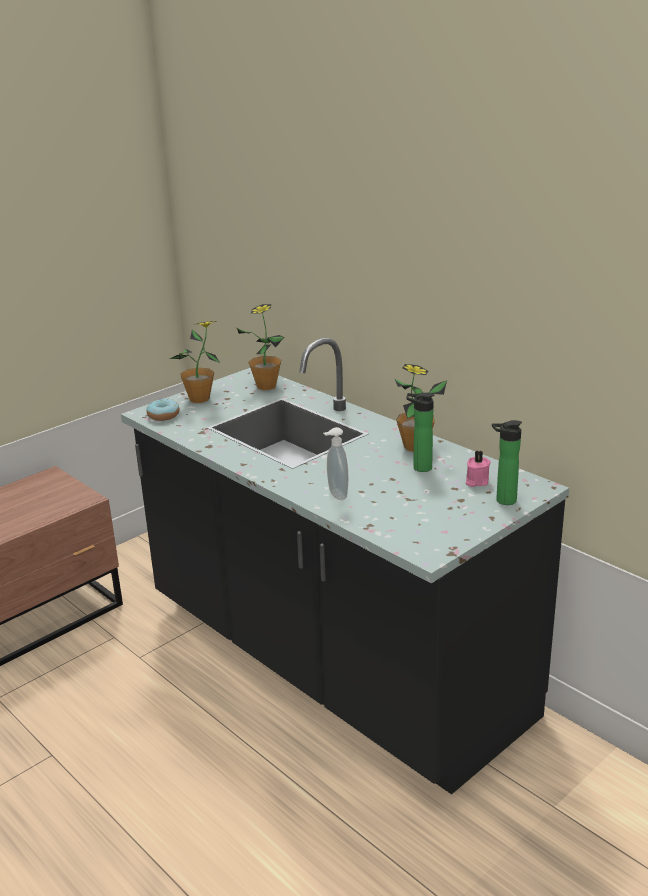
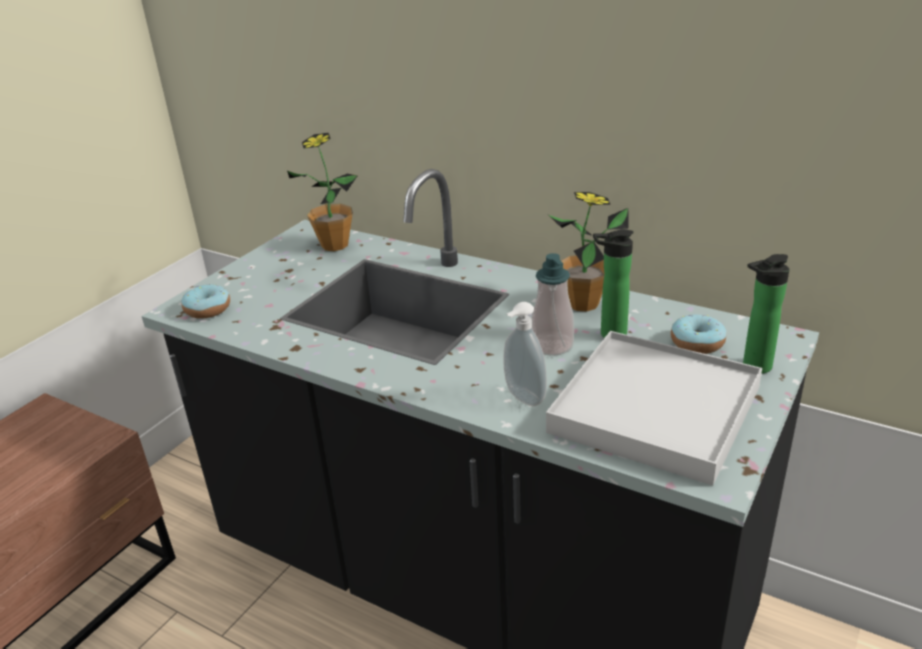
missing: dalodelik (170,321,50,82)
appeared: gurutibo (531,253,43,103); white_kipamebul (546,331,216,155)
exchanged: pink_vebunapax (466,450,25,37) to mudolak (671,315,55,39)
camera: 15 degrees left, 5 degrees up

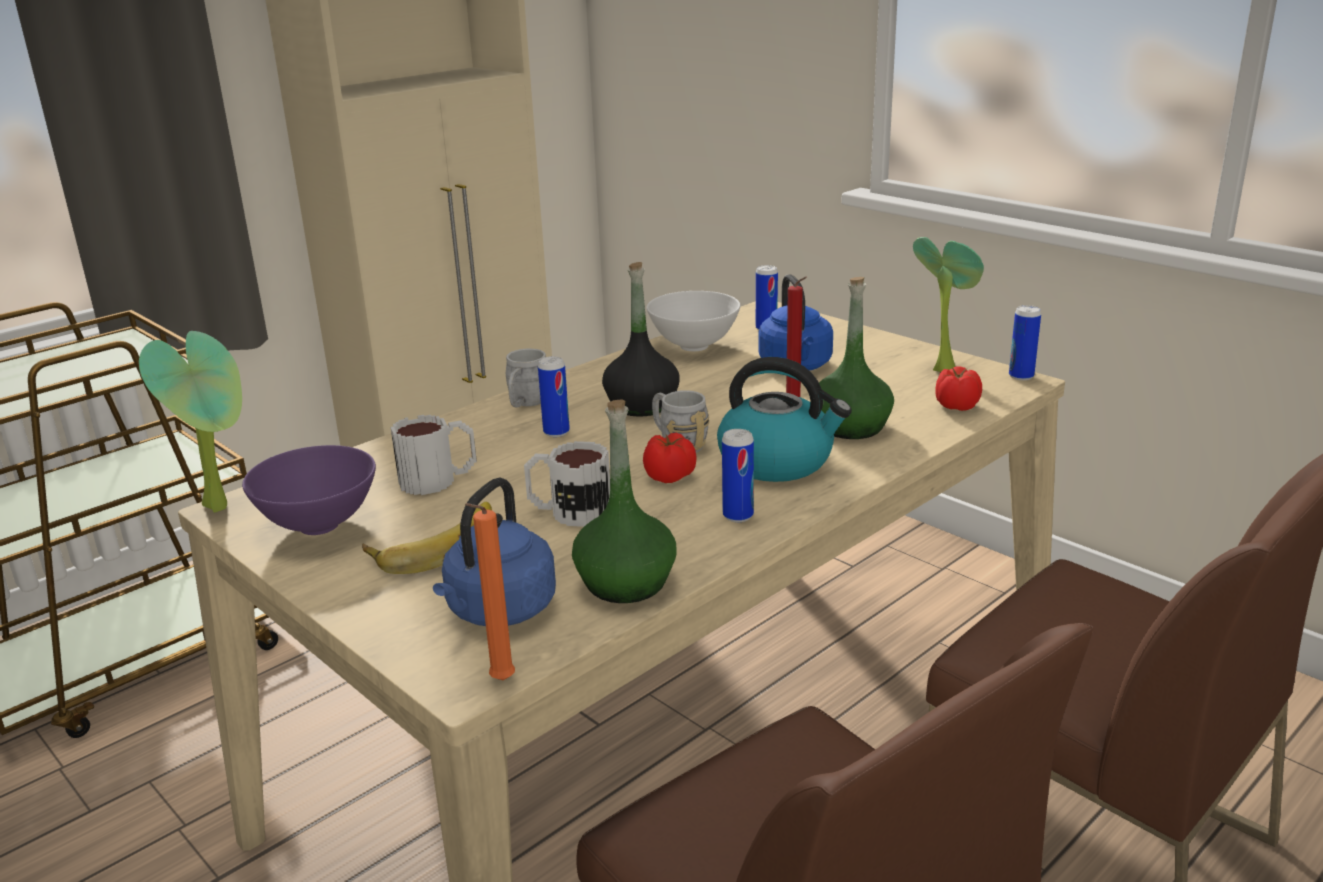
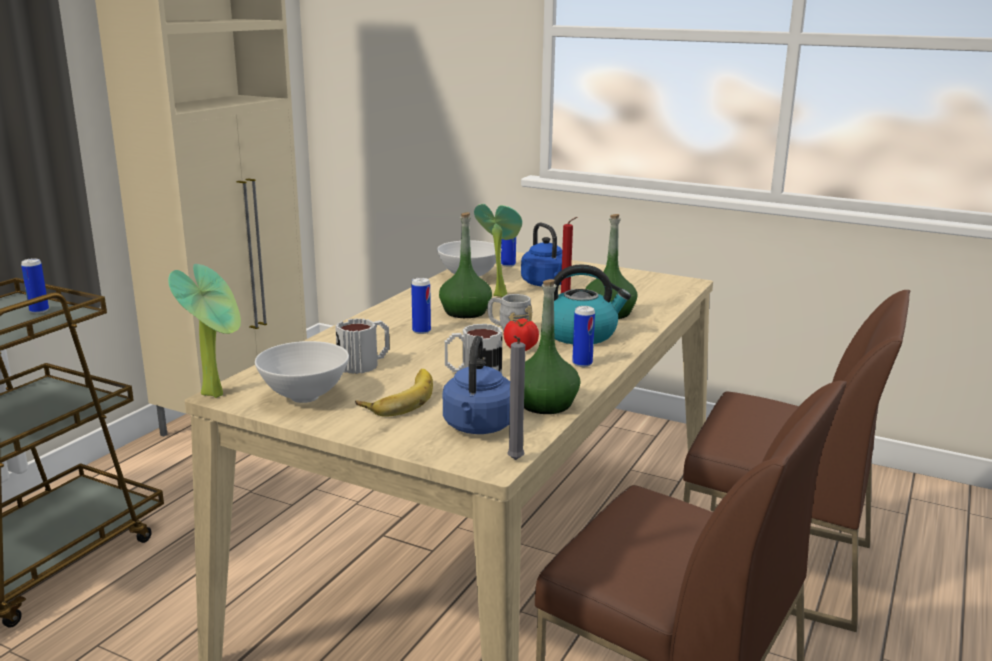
missing: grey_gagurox (506,348,40,60); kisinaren (935,366,47,45)
relocated: dalodelik (913,237,71,135) to (474,204,48,93); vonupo (1009,305,32,76) to (21,258,28,55)
colour: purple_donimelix (242,445,134,90) to white_donimelix (255,341,94,62); orange_vebunapax (465,503,50,177) to grey_vebunapax (507,335,18,125); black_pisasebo (602,262,78,154) to green_pisasebo (439,212,53,106)
camera: 20 degrees left, 5 degrees down

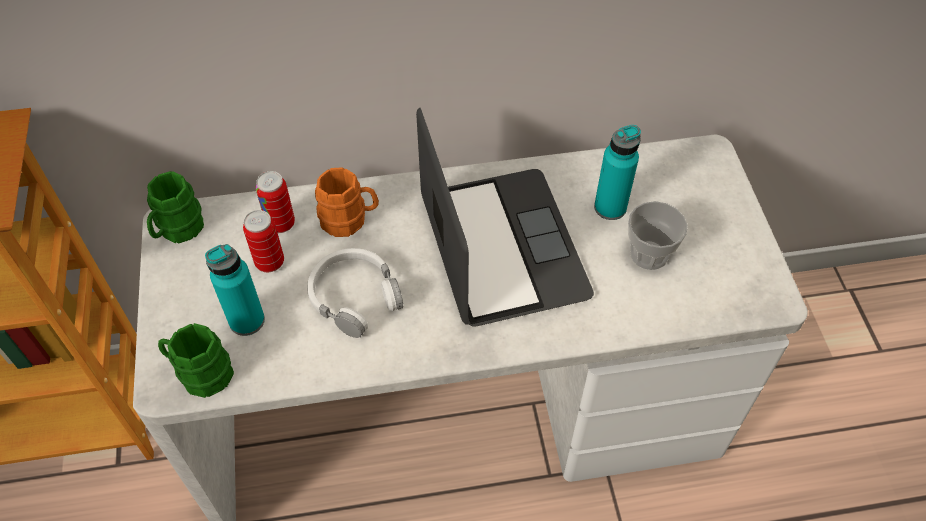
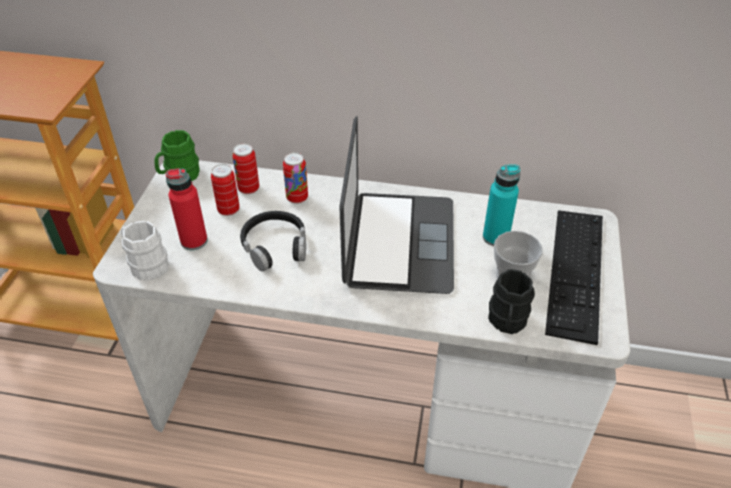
appeared: black_gagurox (488,269,47,65); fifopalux (545,210,58,135)
exchanged: orange_gagurox (315,167,64,70) to vonupo (283,152,25,52)
colour: green_gagurox (158,323,76,75) to white_gagurox (121,221,47,60); turquoise_pisasebo (205,244,60,92) to red_pisasebo (166,168,42,82); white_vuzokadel (307,248,96,90) to black_vuzokadel (240,211,66,61)
camera: 20 degrees right, 10 degrees down

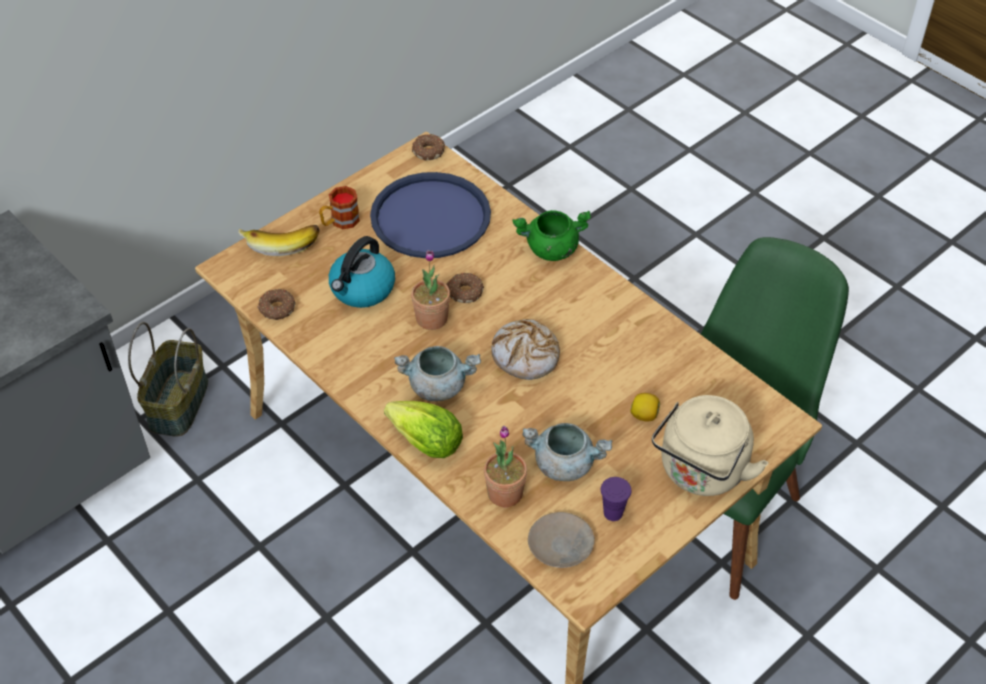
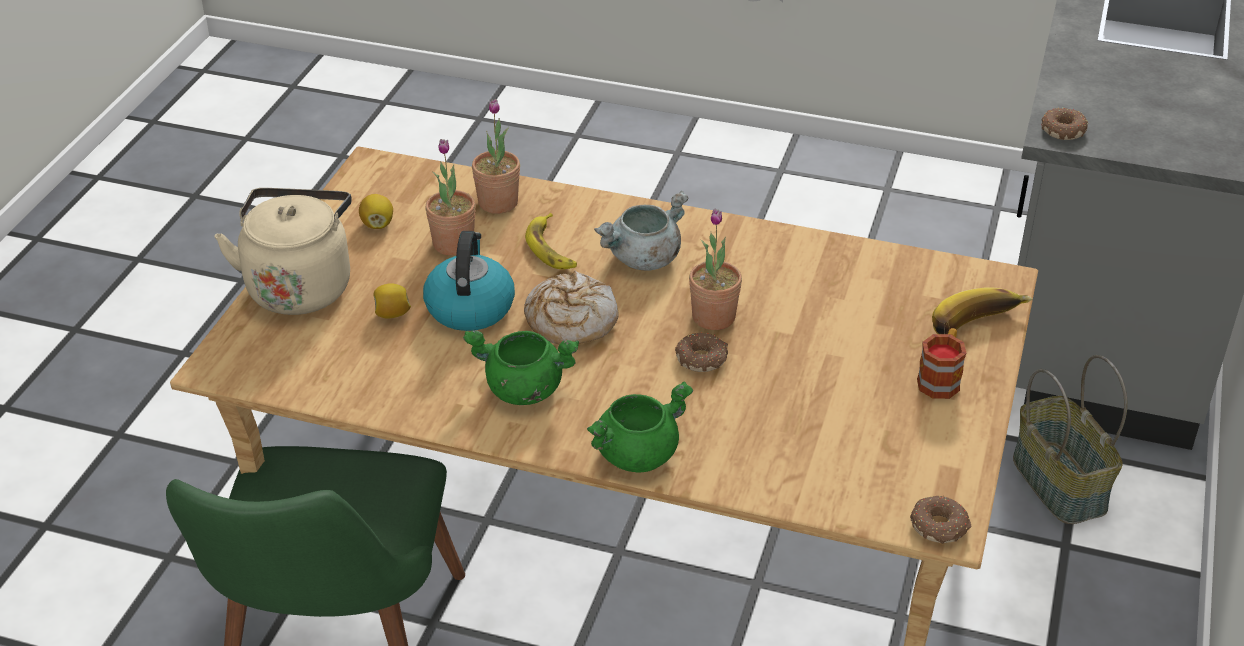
missing: blue_kipamebul (370,172,121,86); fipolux (384,401,79,57); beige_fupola (528,512,67,56)
appeared: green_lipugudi (463,330,116,75); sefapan (525,213,52,56)
relocated: mudolak (257,289,39,31) to (1042,108,46,32); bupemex (329,236,66,72) to (423,231,92,100)
exchanged: grey_lipugudi (522,423,90,58) to dalodelik (425,139,51,117); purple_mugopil (601,477,30,44) to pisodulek (359,194,34,35)
camera: 150 degrees right, 10 degrees down

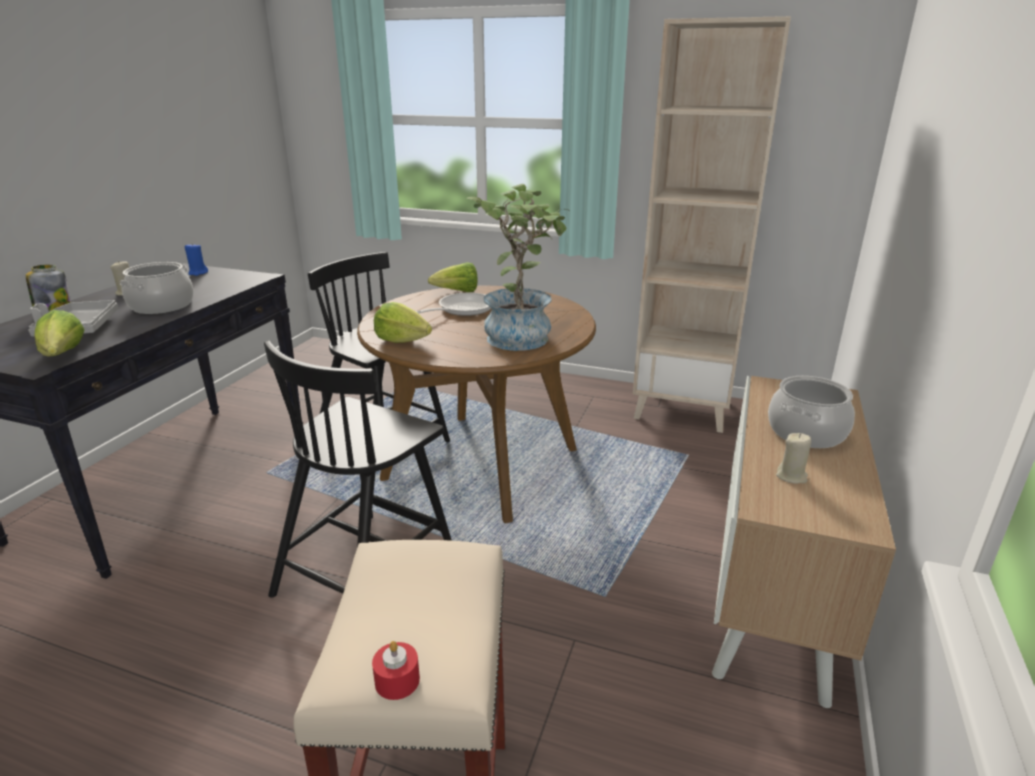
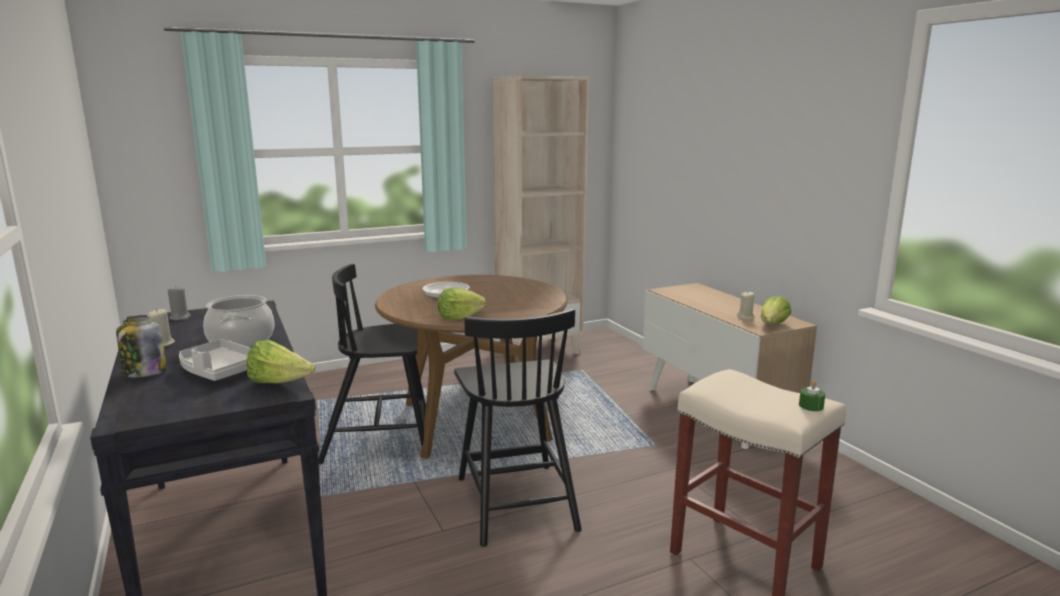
missing: dalodelik (467,184,103,167); lipugudi (768,376,87,72)
relocated: fipolux (428,262,50,30) to (761,296,30,27)
colour: blue_vebunapax (185,244,23,32) to grey_vebunapax (168,287,23,34); red_vebunapax (372,641,48,59) to green_vebunapax (799,380,26,31)
camera: 45 degrees left, 10 degrees down

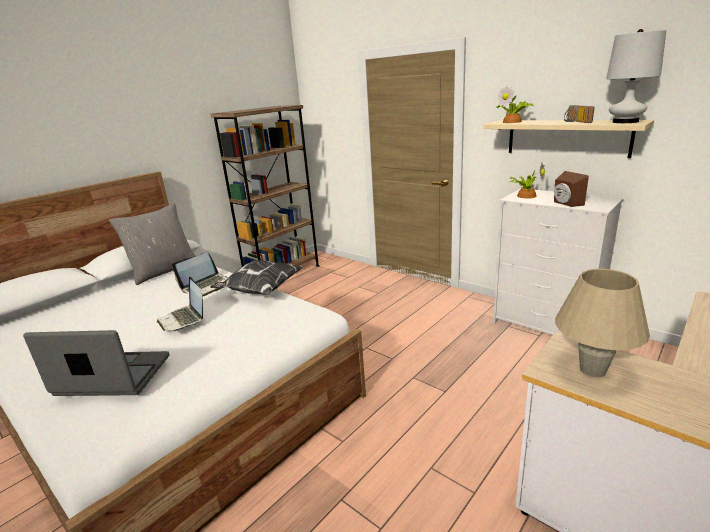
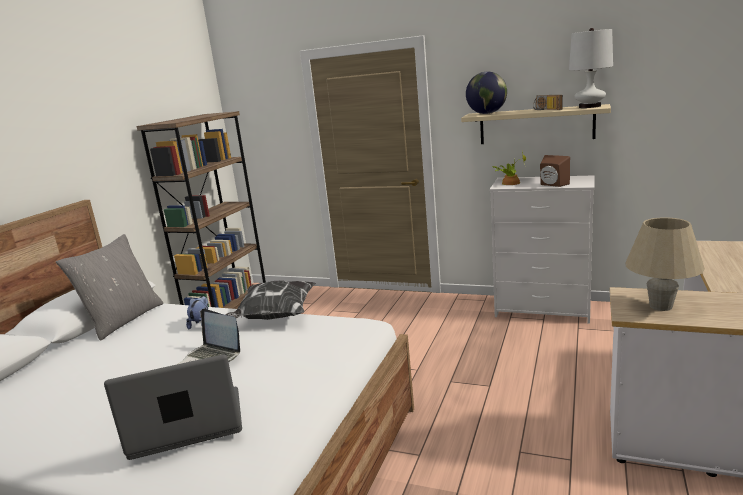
exchanged: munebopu (172,253,56,44) to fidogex (186,296,22,34); dalodelik (496,86,38,37) to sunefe (466,72,41,42)
camera: 20 degrees left, 5 degrees down

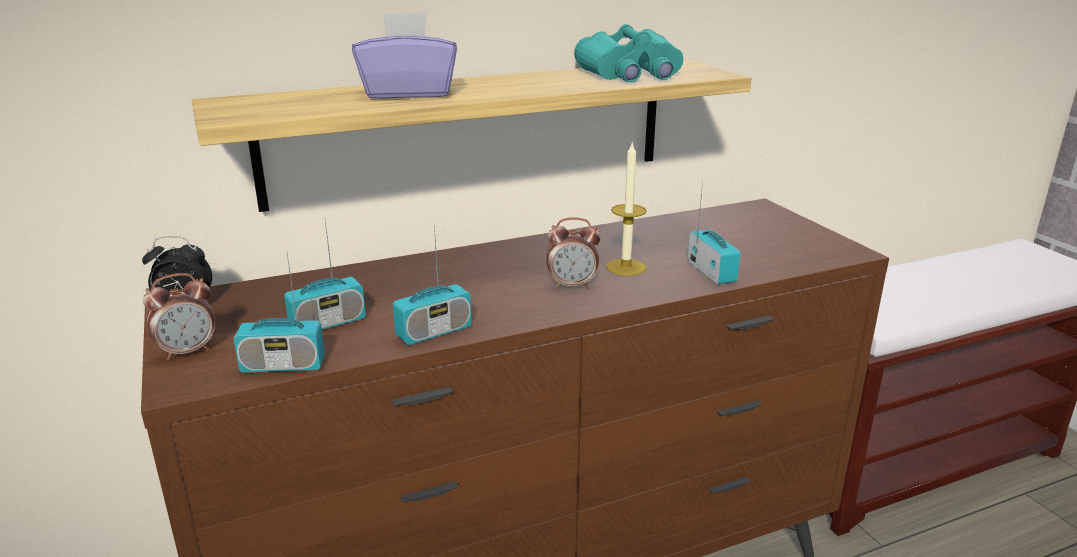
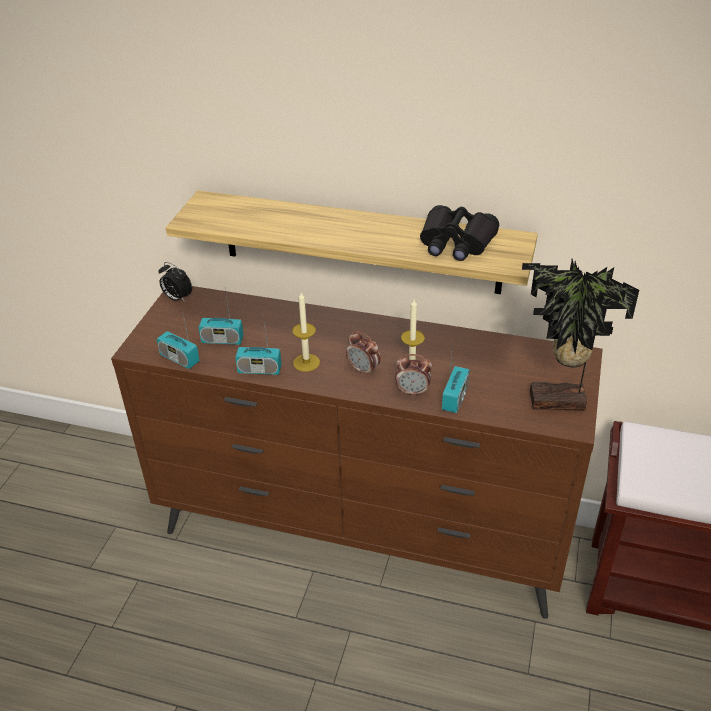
missing: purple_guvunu (352,12,105,87)
appeared: vebunapax (292,292,28,80); dalodelik (522,259,117,151)
relocated: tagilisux (143,273,72,87) to (395,354,37,42)
colour: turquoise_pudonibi (574,24,109,58) to black_pudonibi (420,205,79,56)
camera: 40 degrees right, 15 degrees up

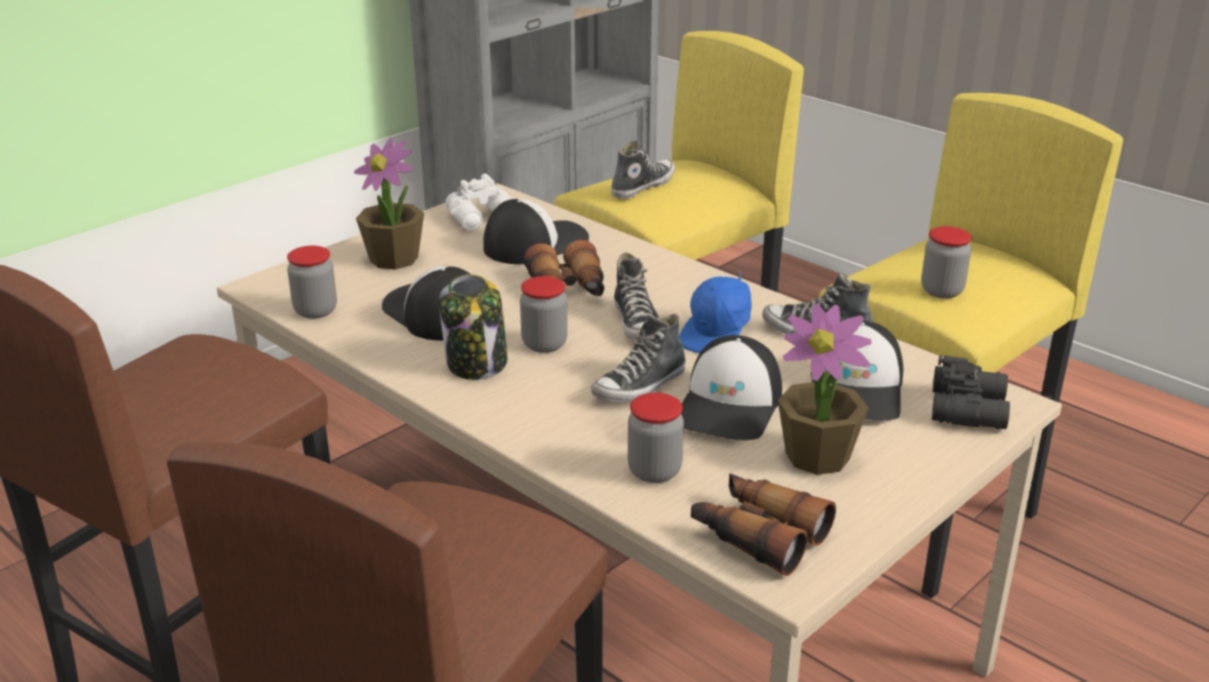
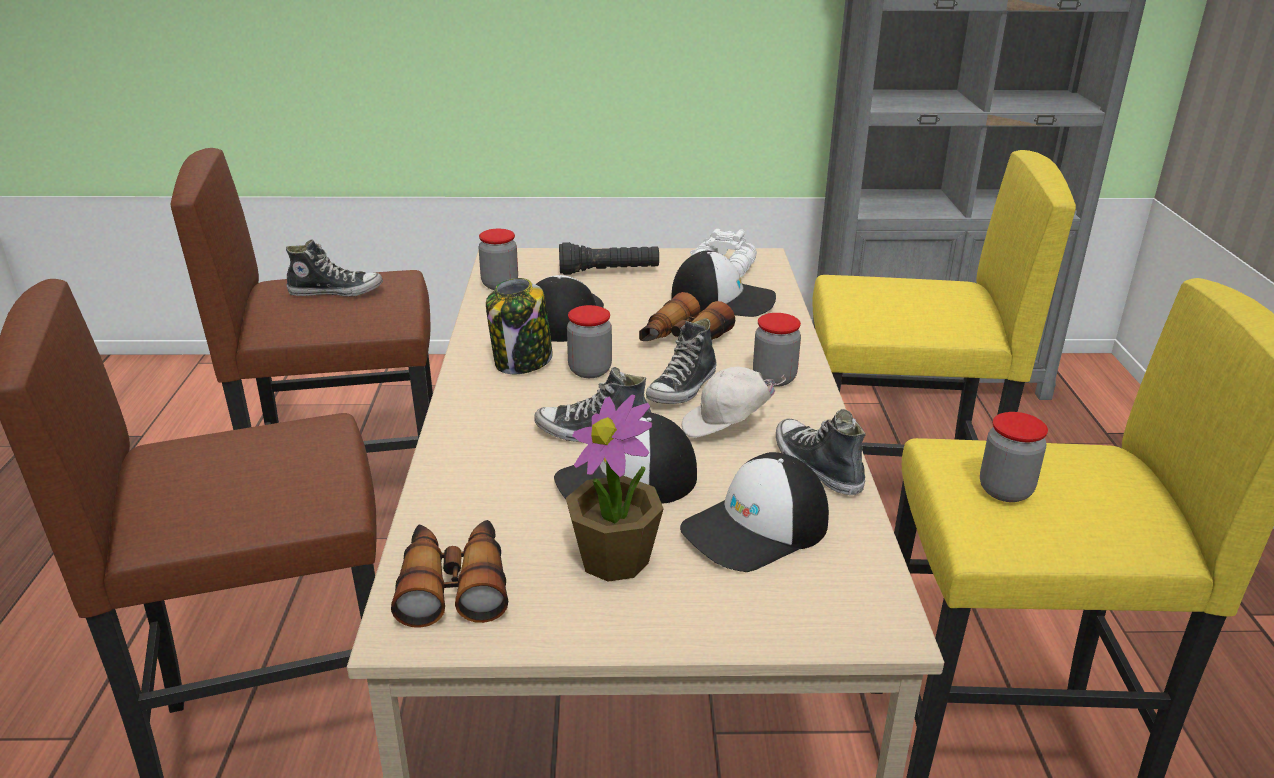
missing: black_pudonibi (932,355,78,75)
relocated: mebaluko (611,141,64,58) to (286,239,97,58); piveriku (628,393,56,90) to (753,313,48,74)
exchanged: dalodelik (354,138,70,132) to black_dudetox (559,242,100,33)
colour: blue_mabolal (679,272,73,81) to white_mabolal (681,367,105,71)
camera: 45 degrees right, 0 degrees up

